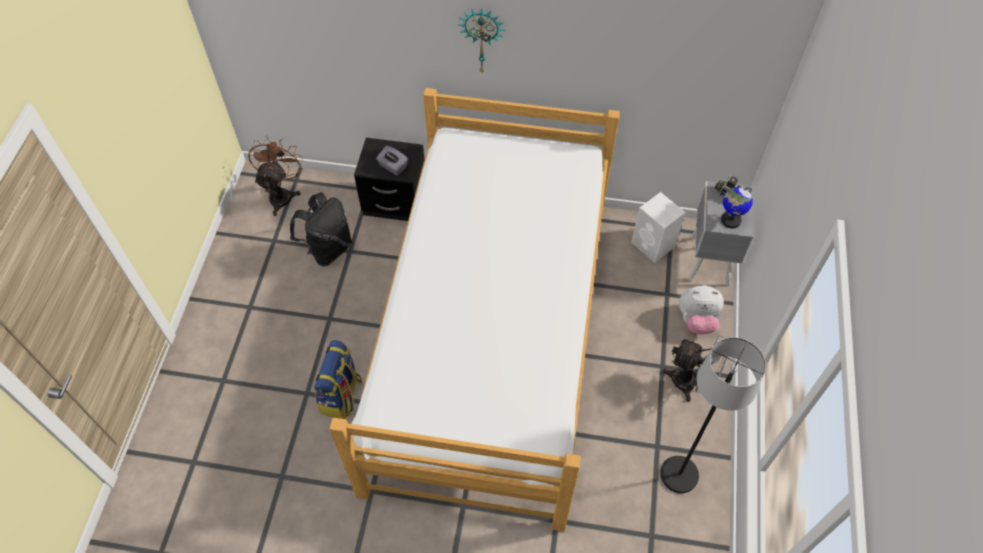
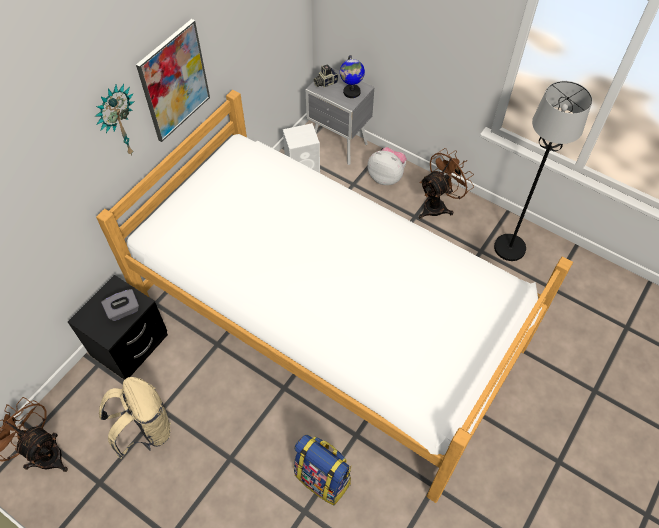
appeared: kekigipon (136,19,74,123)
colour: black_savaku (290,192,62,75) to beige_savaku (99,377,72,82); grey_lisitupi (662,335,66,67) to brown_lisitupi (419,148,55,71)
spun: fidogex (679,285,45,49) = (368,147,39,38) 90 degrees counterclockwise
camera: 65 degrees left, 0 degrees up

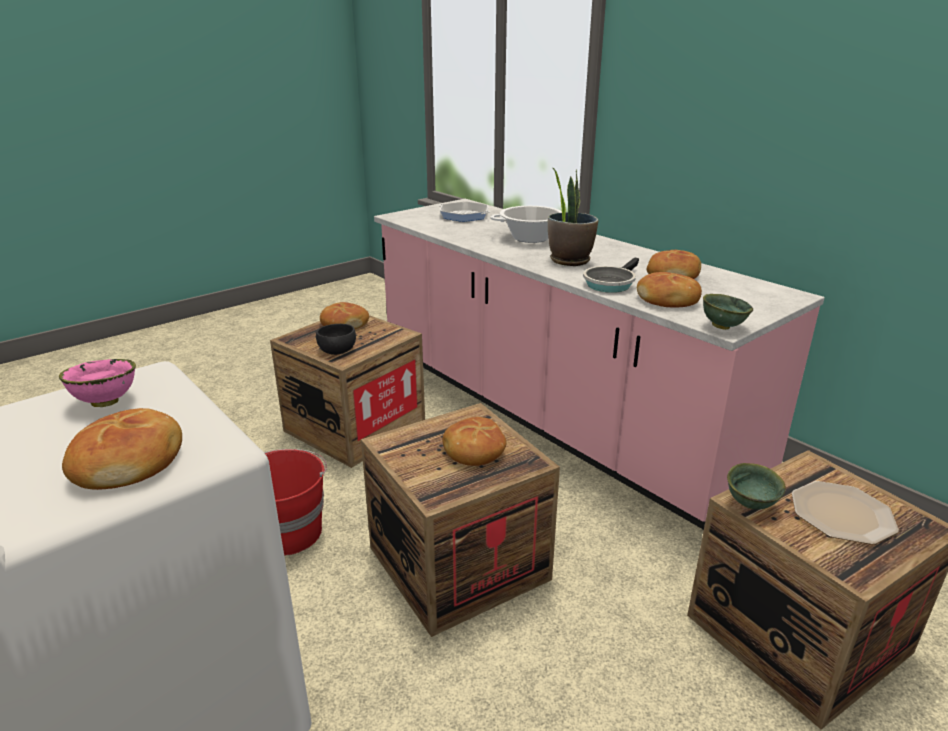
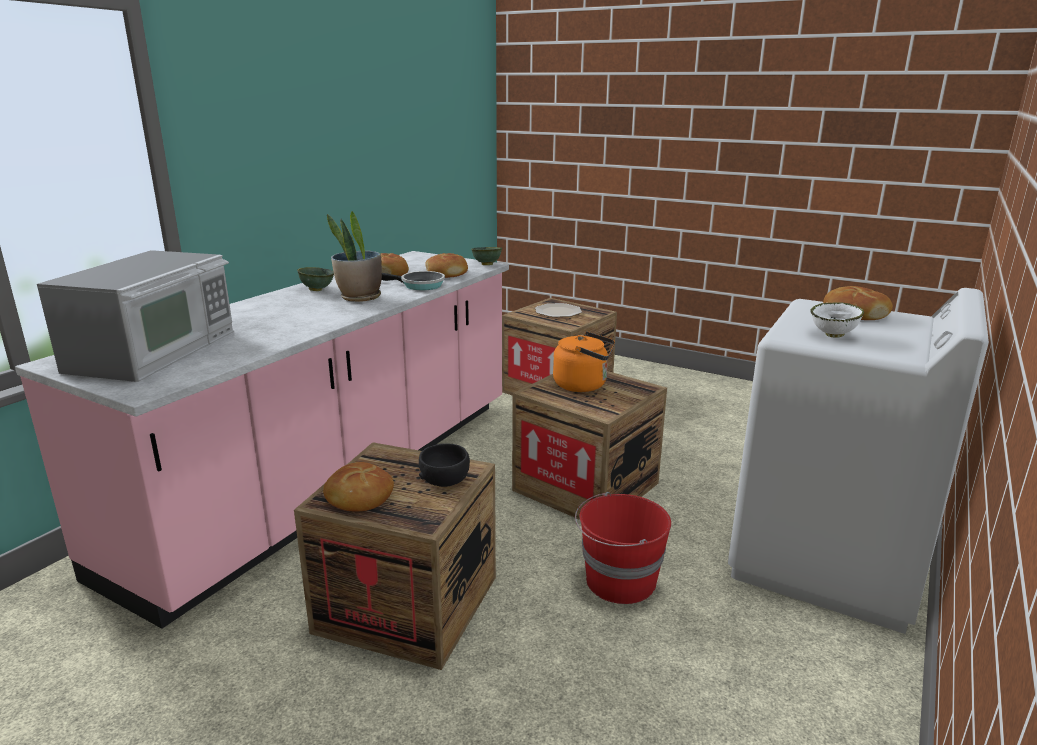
missing: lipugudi (490,206,72,37)
relocated: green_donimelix (727,463,59,46) to (297,267,37,24)
exchanged: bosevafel (439,202,51,20) to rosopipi (37,250,197,132); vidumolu (442,417,65,49) to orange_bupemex (553,331,62,61)
colour: pink_donimelix (59,359,77,48) to white_donimelix (810,303,54,34)
camera: 110 degrees left, 5 degrees down

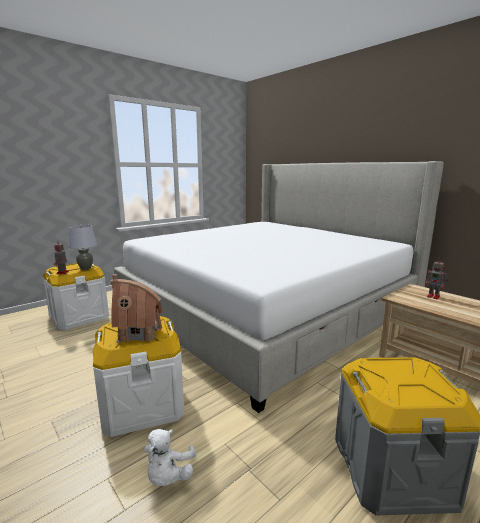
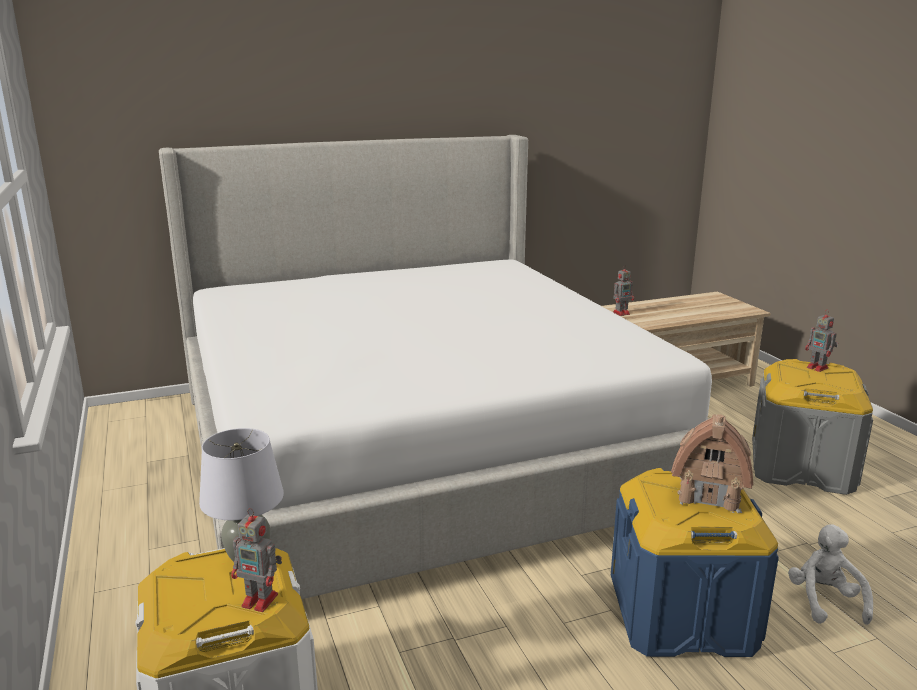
appeared: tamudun (805,311,33,61)
colour: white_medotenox (93,316,91,121) to blue_medotenox (611,468,168,189)
spun: white_fidogex (144,429,52,57) = (788,524,85,101) 120 degrees counterclockwise
camera: 70 degrees left, 5 degrees up

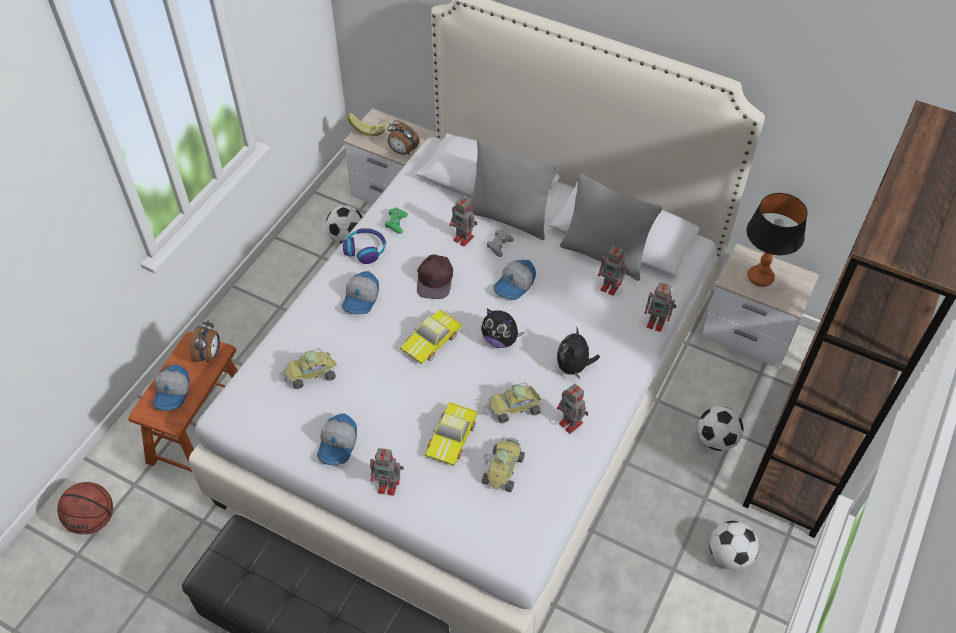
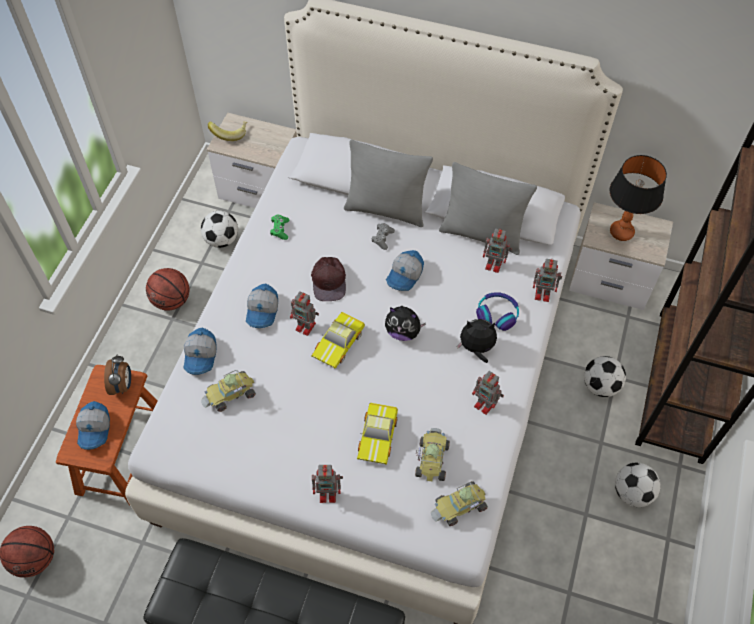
missing: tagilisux (387,120,32,35)
appeared: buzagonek (146,268,44,43)
relocated: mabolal (317,413,40,52) to (184,328,33,47); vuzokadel (343,228,43,36) to (476,292,43,39); tamudun (449,196,28,51) to (290,291,29,45); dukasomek (484,382,57,41) to (431,481,57,45)
spun: fidogex (557,328,43,51) = (457,319,40,44) 90 degrees clockwise
camera: 10 degrees left, 5 degrees up

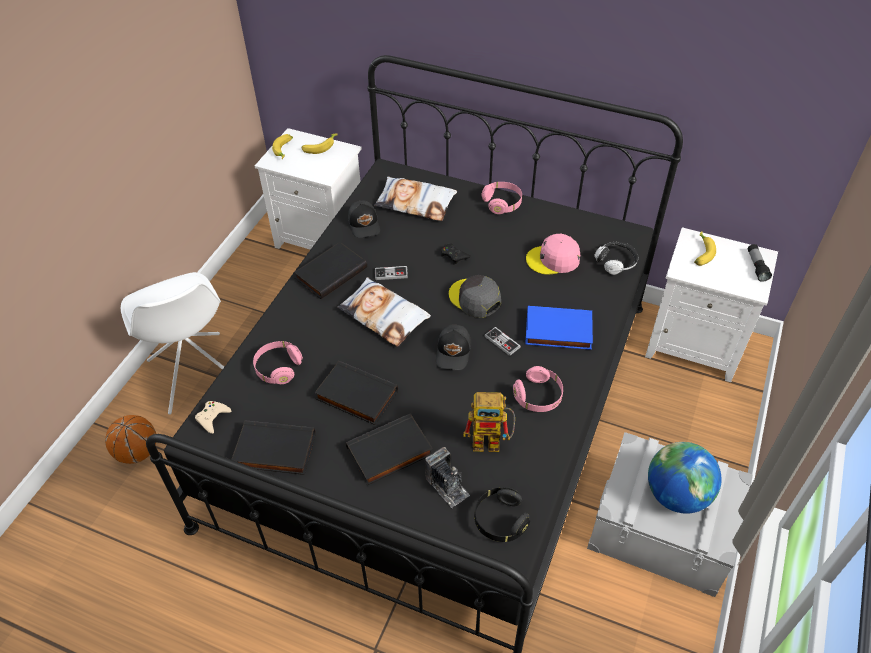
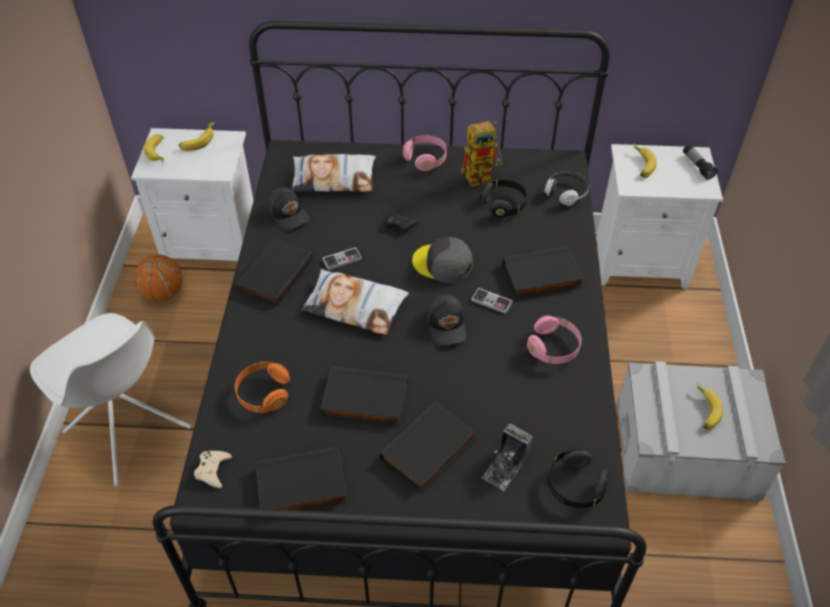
relocated: buzagonek (105,415,51,49) to (134,254,49,47); tamudun (463,392,52,60) to (461,121,41,66)
exchanged: pink_mabolal (526,234,54,41) to black_vuzokadel (480,179,47,39); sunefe (648,442,74,72) to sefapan (697,382,26,48)
colour: pink_vuzokadel (253,341,50,43) to orange_vuzokadel (235,362,55,51); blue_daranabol (525,306,68,44) to black_daranabol (503,247,82,51)
spun: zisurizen (425,447,45,61) = (482,424,50,67) 90 degrees clockwise
camera: 20 degrees left, 0 degrees up

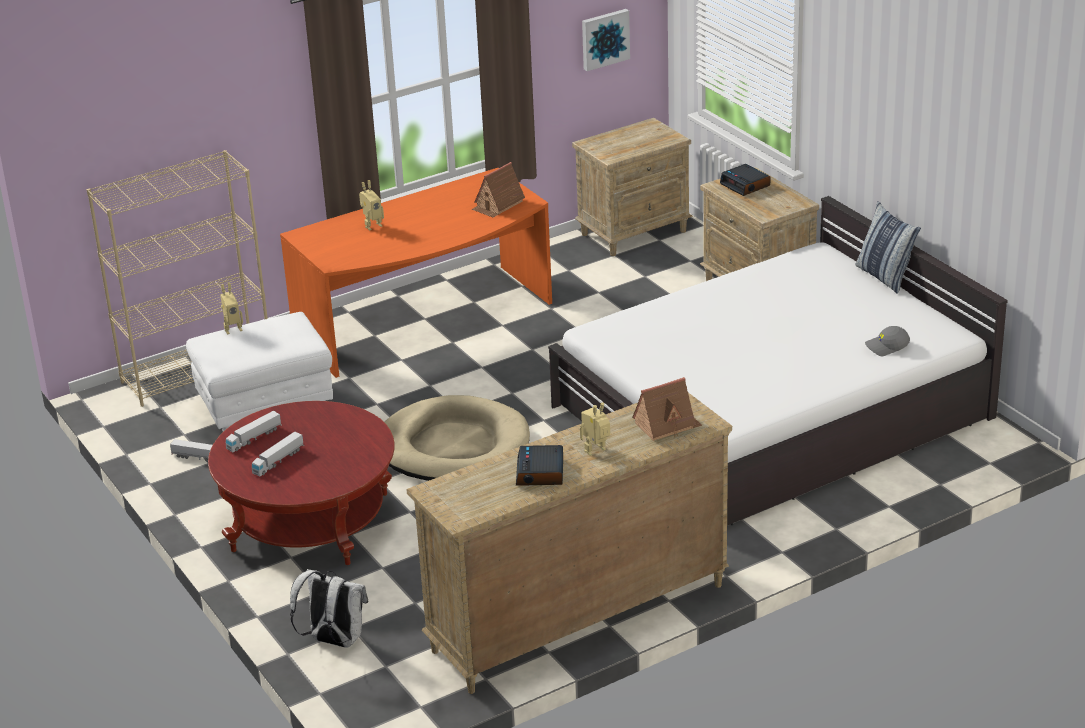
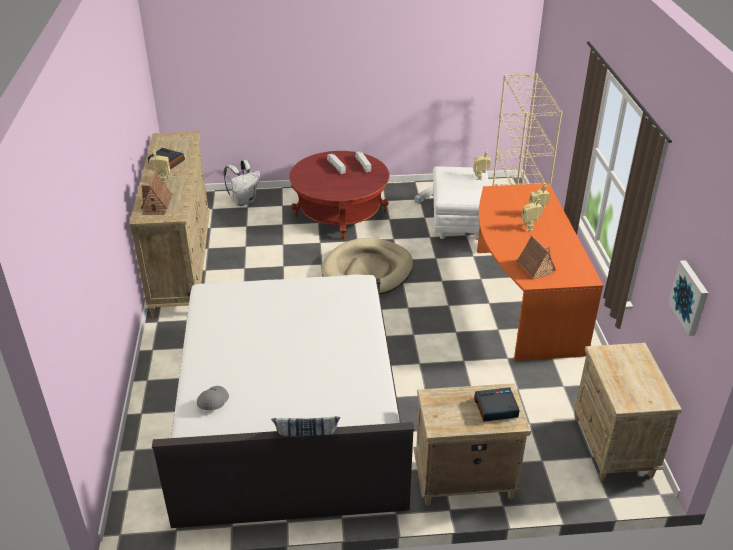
appeared: tamudun (521,196,22,35)
camera: 115 degrees right, 5 degrees up

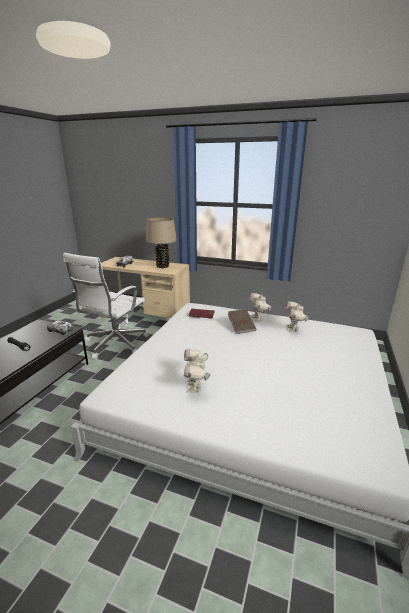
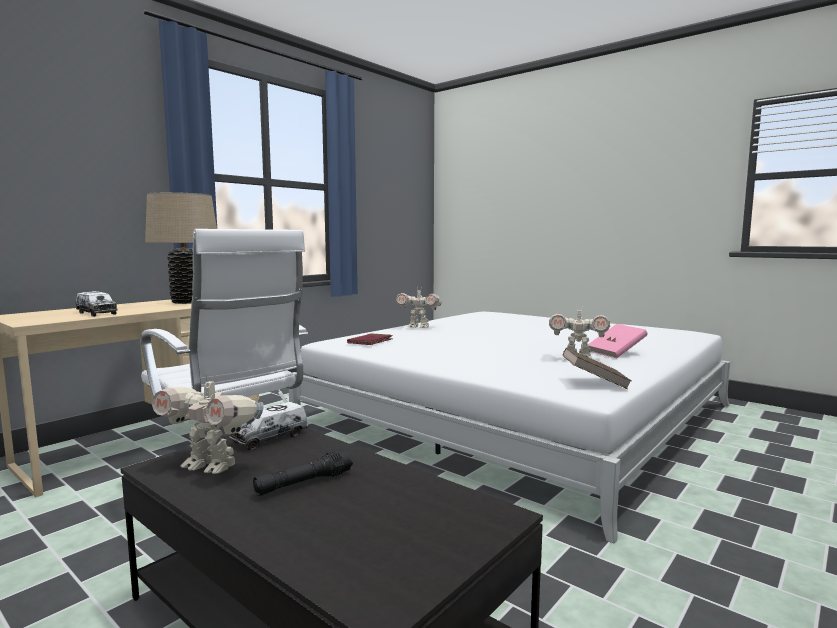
appeared: pink_daranabol (588,324,59,35)
relocated: brown_daranabol (228,309,29,25) to (562,348,70,41); tamudun (285,301,24,31) to (152,374,112,100)
camera: 70 degrees left, 15 degrees down

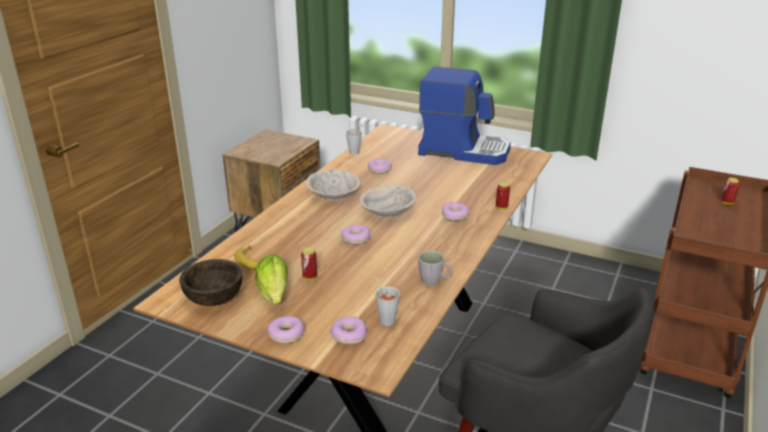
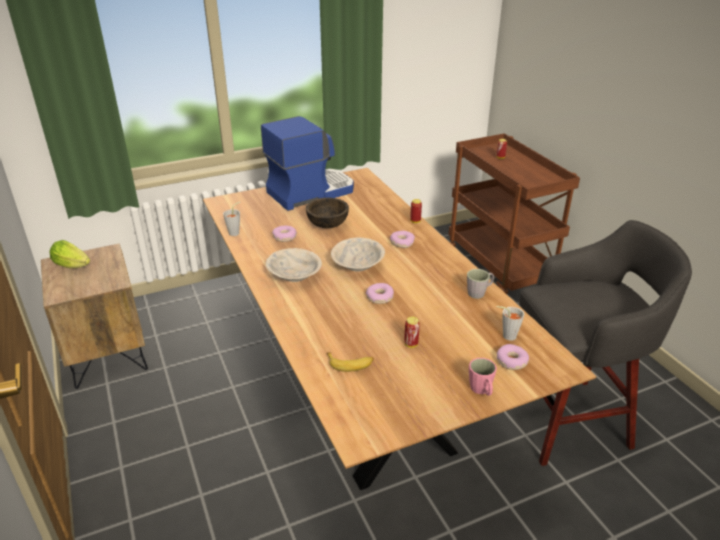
relocated: brown_donimelix (179,259,63,47) to (306,198,43,30); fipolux (255,254,33,50) to (49,240,41,28)
exchanged: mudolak (267,316,38,27) to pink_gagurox (469,358,28,38)
camera: 50 degrees left, 5 degrees up

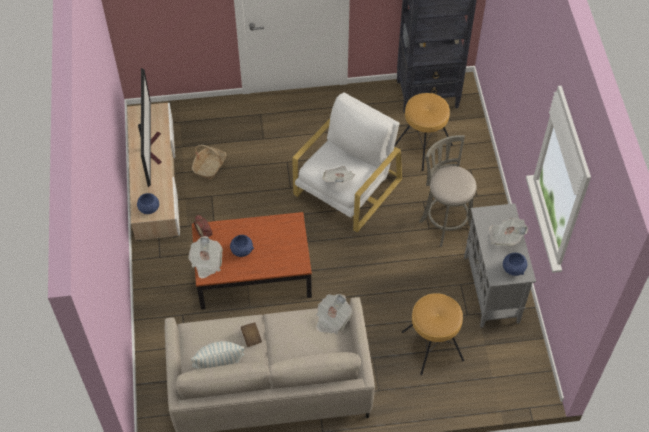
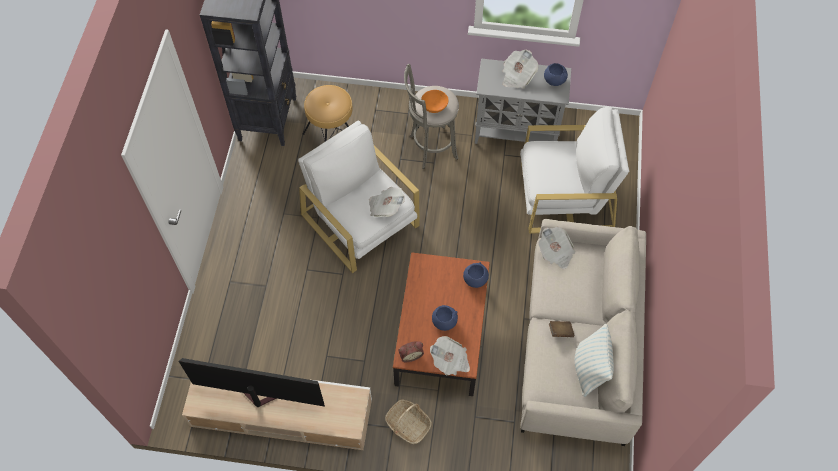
appeared: orange_donimelix (421,90,28,23)
relocated: blue_donimelix (137,193,22,21) to (463,262,26,26); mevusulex (192,145,35,35) to (385,399,47,45)
exchanged: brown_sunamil (402,293,62,82) to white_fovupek (520,107,109,127)
camera: 75 degrees left, 5 degrees up

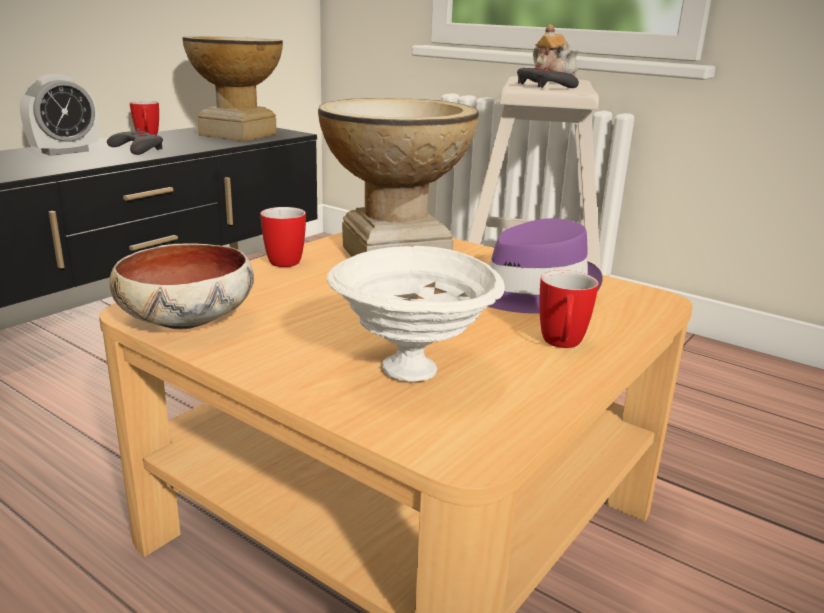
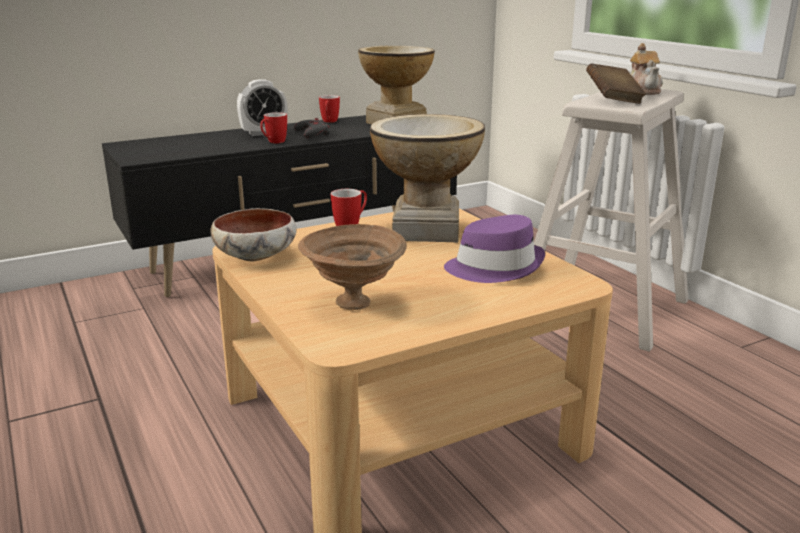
relocated: gagurox (539,270,60,78) to (260,112,27,32)
exchanged: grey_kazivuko (517,65,62,23) to brown_daranabol (586,64,60,40)
colour: white_donimelix (327,246,178,136) to brown_donimelix (298,224,109,86)
camera: 25 degrees right, 0 degrees up

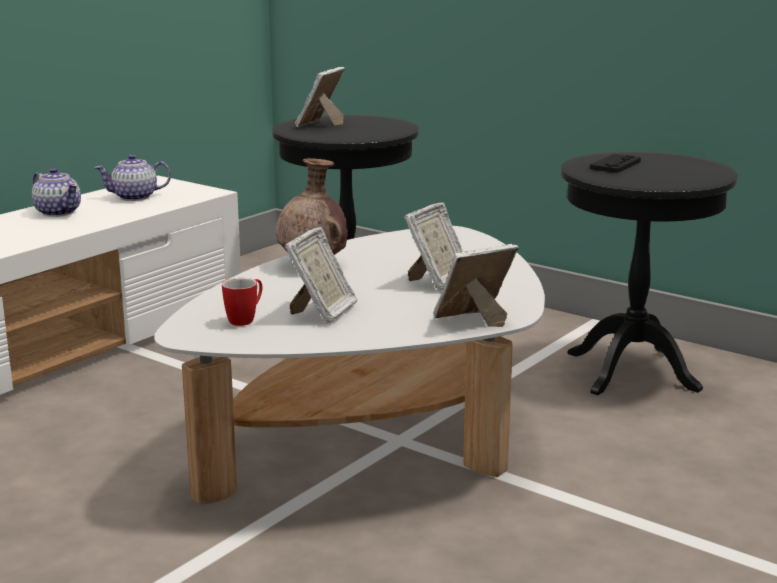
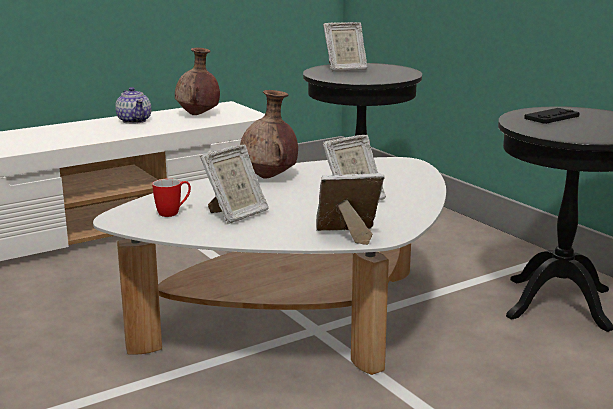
exchanged: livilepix (95,154,76,47) to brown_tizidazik (175,48,45,67)
spun: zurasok (295,67,50,60) = (323,22,44,50) 150 degrees counterclockwise
camera: 20 degrees right, 0 degrees up

